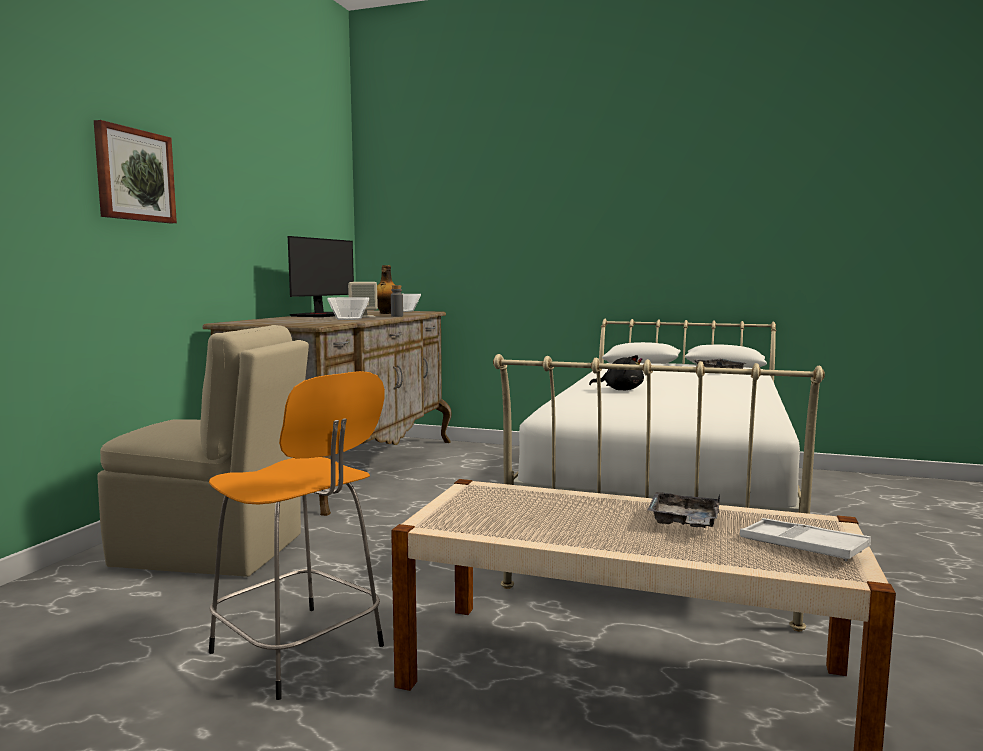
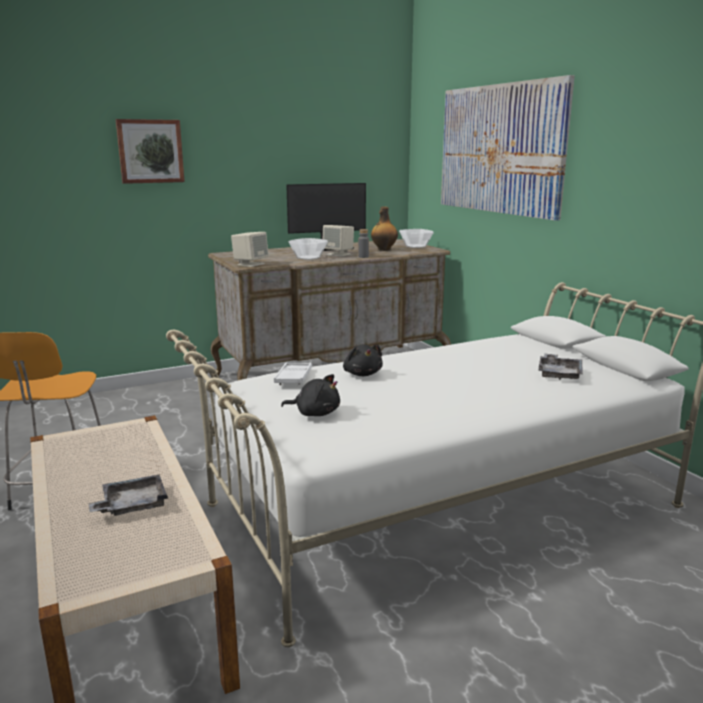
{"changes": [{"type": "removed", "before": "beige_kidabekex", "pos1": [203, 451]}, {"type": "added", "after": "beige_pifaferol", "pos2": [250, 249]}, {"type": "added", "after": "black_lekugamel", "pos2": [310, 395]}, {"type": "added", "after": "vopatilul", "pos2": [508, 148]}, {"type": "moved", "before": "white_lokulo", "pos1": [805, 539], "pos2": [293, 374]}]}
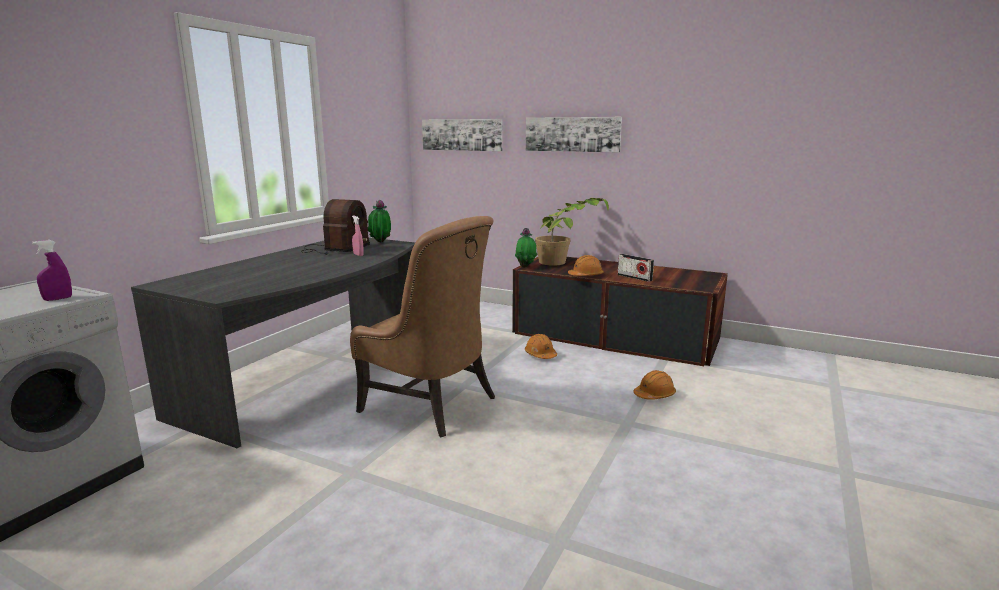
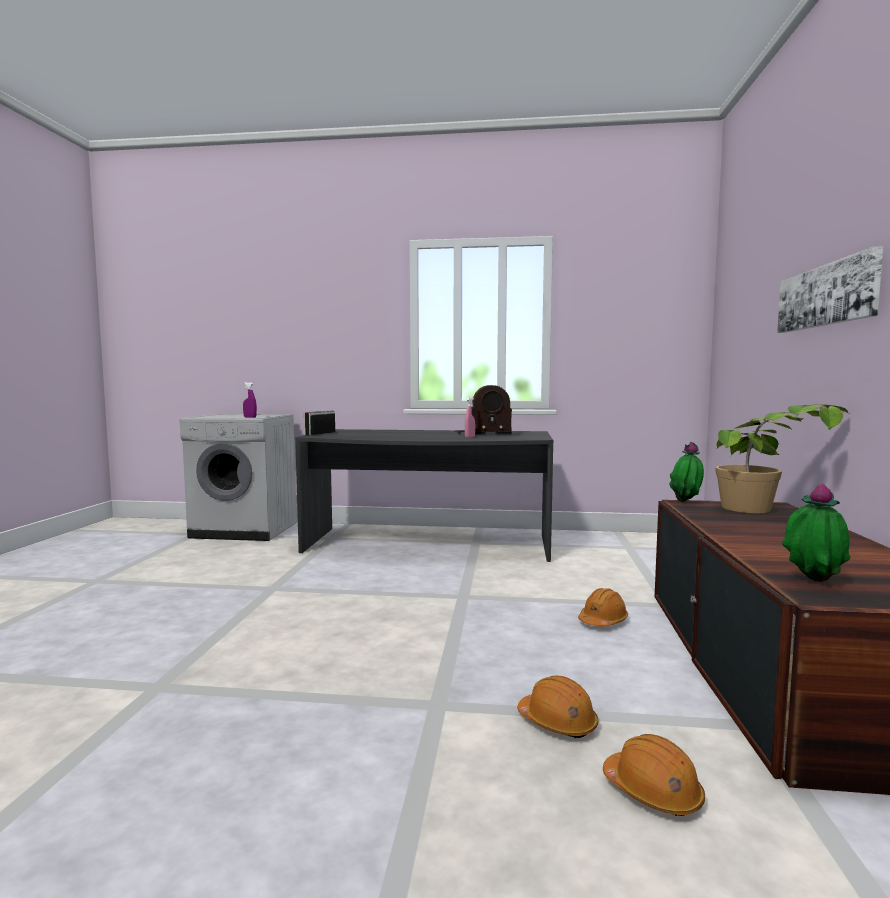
{"changes": [{"type": "removed", "before": "brown_kidabekex", "pos1": [422, 327]}, {"type": "removed", "before": "vopatilul", "pos1": [462, 135]}, {"type": "moved", "before": "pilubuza", "pos1": [379, 221], "pos2": [816, 532]}, {"type": "moved", "before": "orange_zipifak", "pos1": [586, 265], "pos2": [654, 775]}, {"type": "moved", "before": "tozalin", "pos1": [636, 268], "pos2": [319, 423]}]}
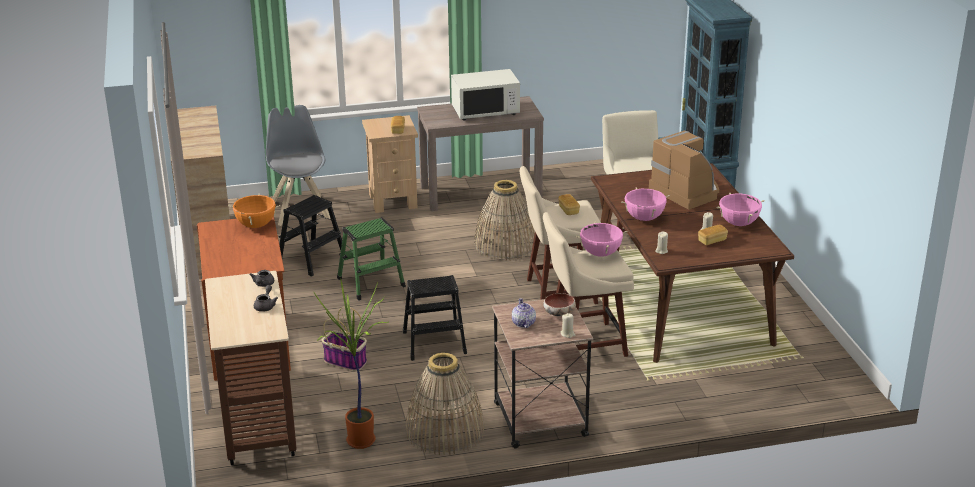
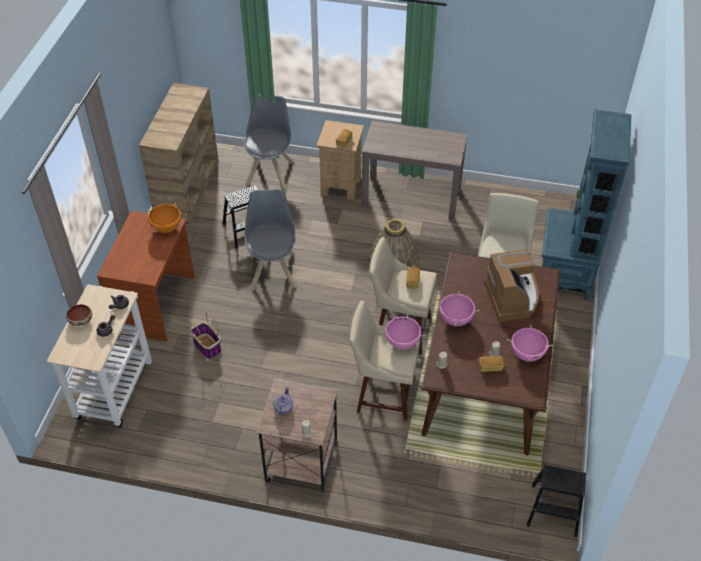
{"changes": [{"type": "removed", "before": "pilubuza", "pos1": [350, 364]}, {"type": "removed", "before": "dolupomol", "pos1": [445, 404]}, {"type": "removed", "before": "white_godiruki", "pos1": [485, 94]}, {"type": "moved", "before": "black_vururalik", "pos1": [435, 318], "pos2": [556, 500]}, {"type": "moved", "before": "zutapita", "pos1": [559, 304], "pos2": [79, 315]}, {"type": "replaced", "before": "green_vururalik", "after": "grey_kidabekex", "pos1": [371, 258], "pos2": [271, 240]}, {"type": "recoloured", "before": "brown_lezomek", "after": "white_lezomek", "pos1": [251, 368], "pos2": [99, 355]}]}
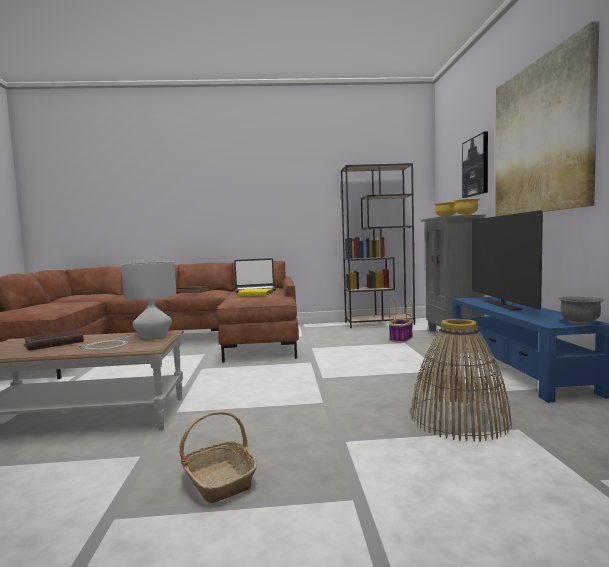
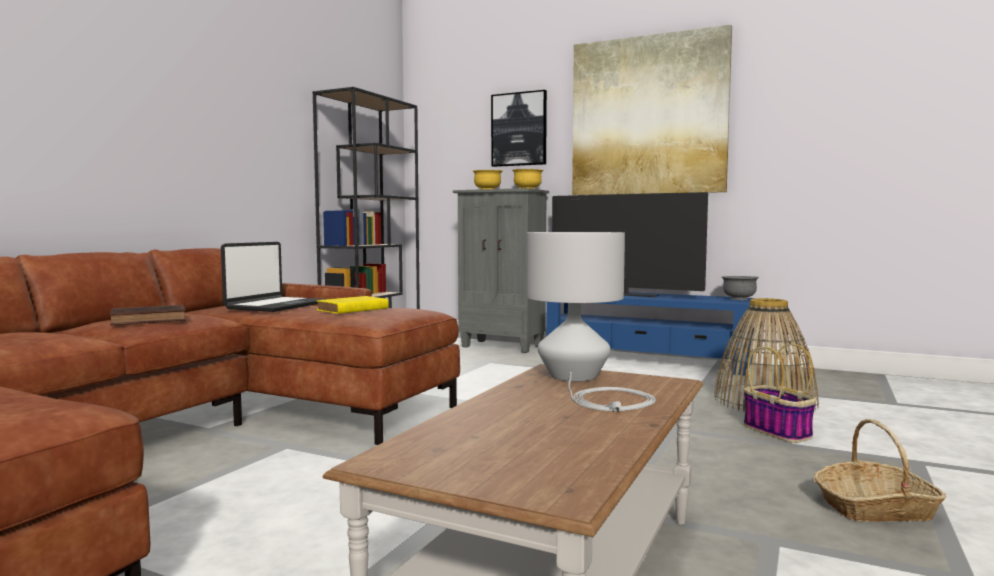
{"changes": [{"type": "removed", "before": "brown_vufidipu", "pos1": [54, 340]}, {"type": "moved", "before": "dolupomol", "pos1": [401, 320], "pos2": [780, 393]}]}
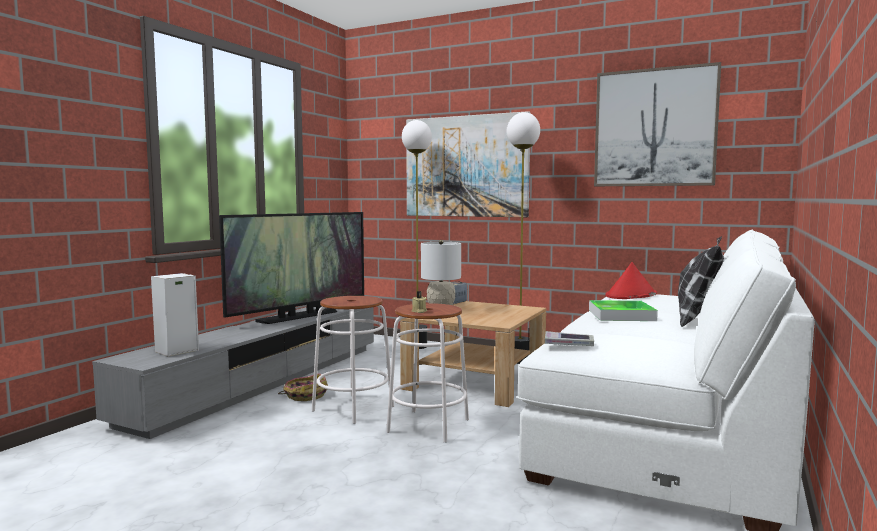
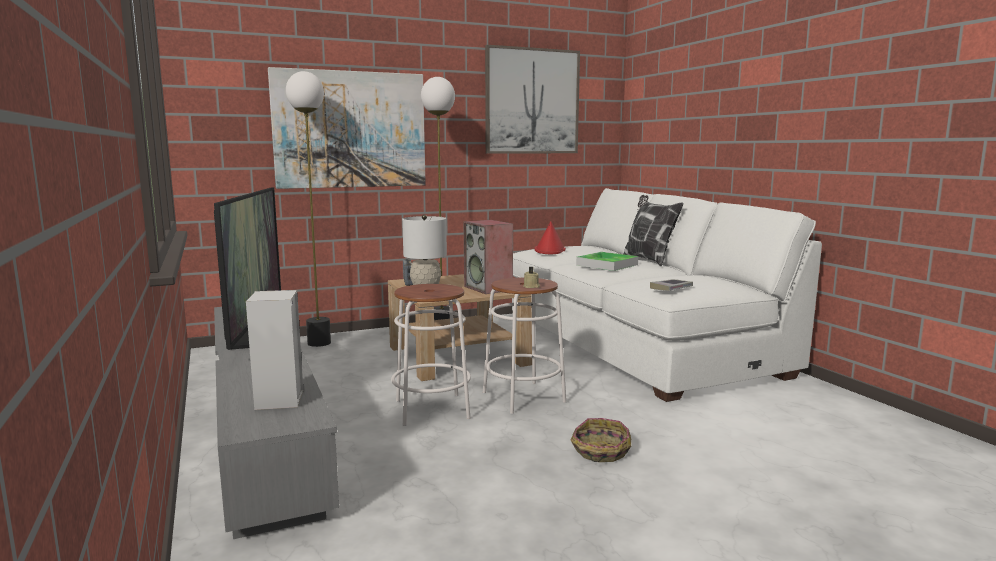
{"changes": [{"type": "added", "after": "pifaferol", "pos2": [488, 257]}, {"type": "moved", "before": "dolupomol", "pos1": [303, 387], "pos2": [601, 440]}]}
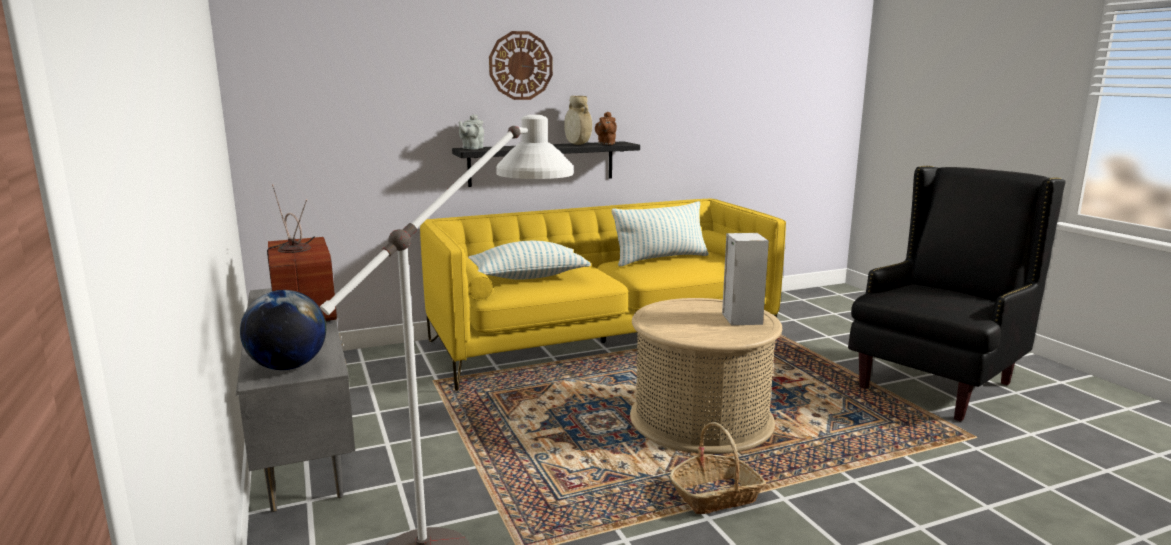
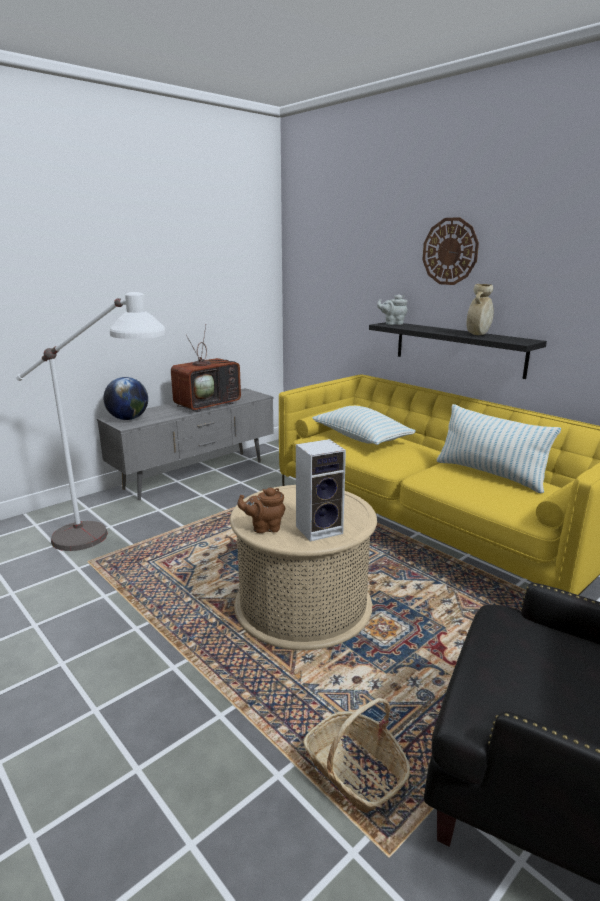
{"changes": [{"type": "moved", "before": "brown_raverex", "pos1": [606, 128], "pos2": [261, 510]}, {"type": "moved", "before": "dolupomol", "pos1": [718, 468], "pos2": [356, 755]}]}
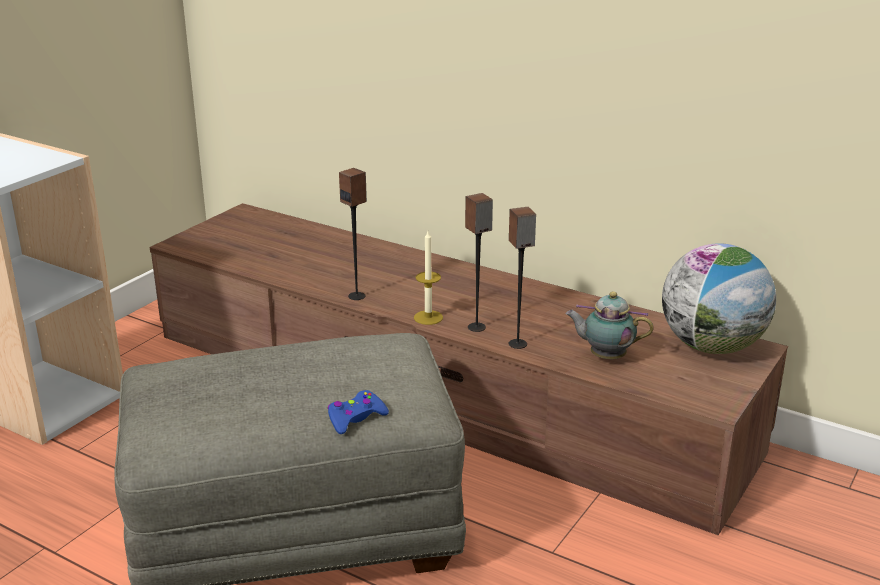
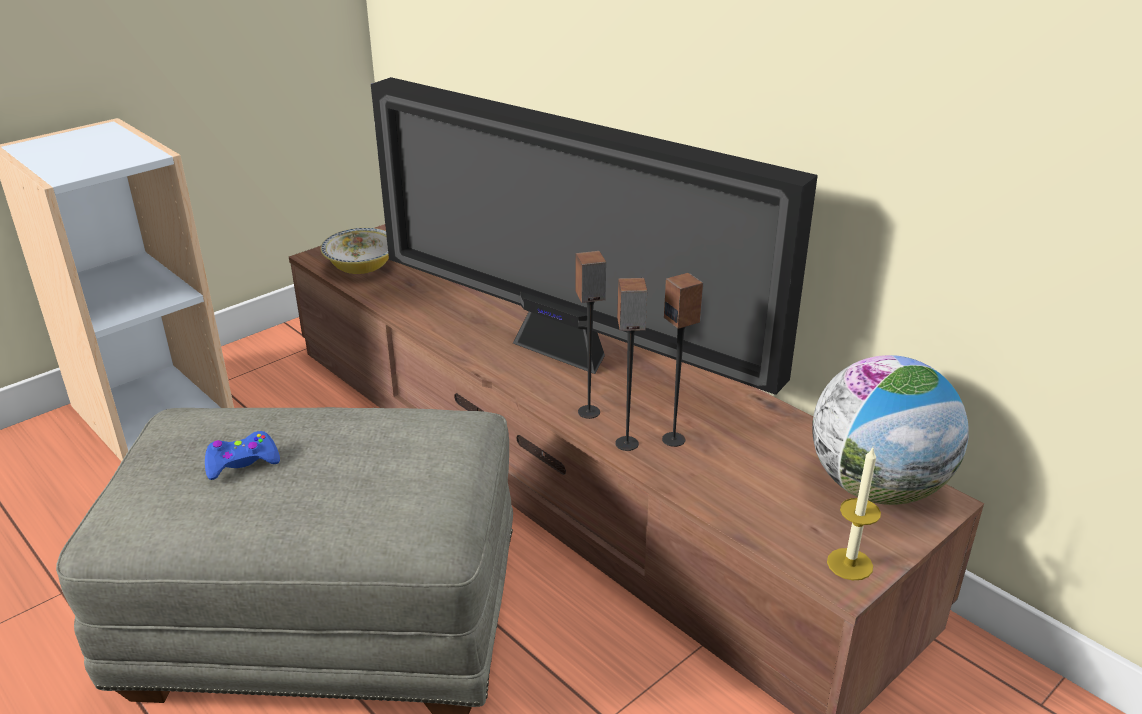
{"changes": [{"type": "removed", "before": "raverex", "pos1": [609, 325]}, {"type": "added", "after": "zutapita", "pos2": [355, 251]}, {"type": "added", "after": "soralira", "pos2": [594, 236]}, {"type": "moved", "before": "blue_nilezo", "pos1": [358, 412], "pos2": [242, 455]}, {"type": "moved", "before": "pifaferol", "pos1": [353, 234], "pos2": [683, 360]}, {"type": "moved", "before": "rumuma", "pos1": [428, 278], "pos2": [854, 514]}]}
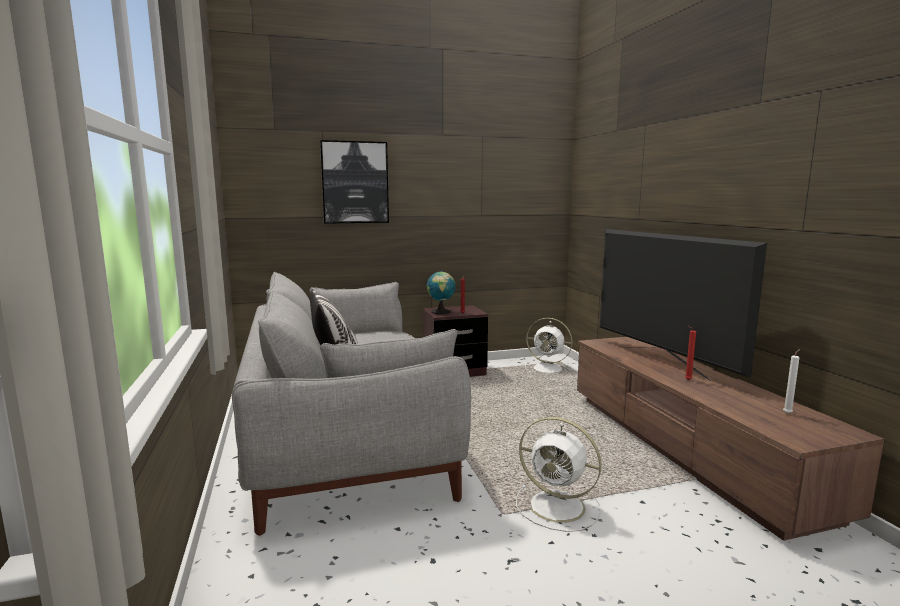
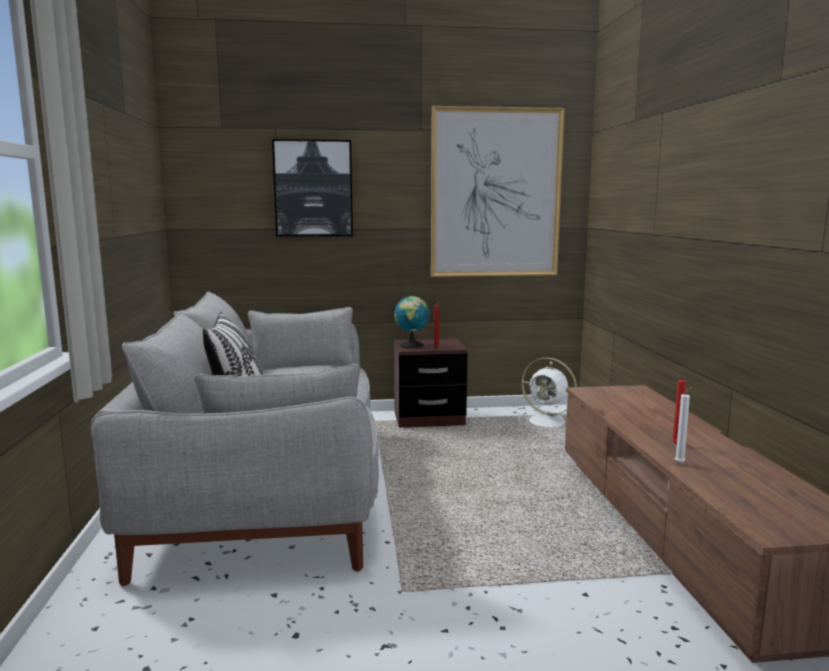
{"changes": [{"type": "removed", "before": "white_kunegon", "pos1": [559, 474]}, {"type": "removed", "before": "soralira", "pos1": [683, 305]}, {"type": "added", "after": "vopatilul", "pos2": [498, 191]}, {"type": "moved", "before": "white_rumuma", "pos1": [791, 381], "pos2": [683, 425]}]}
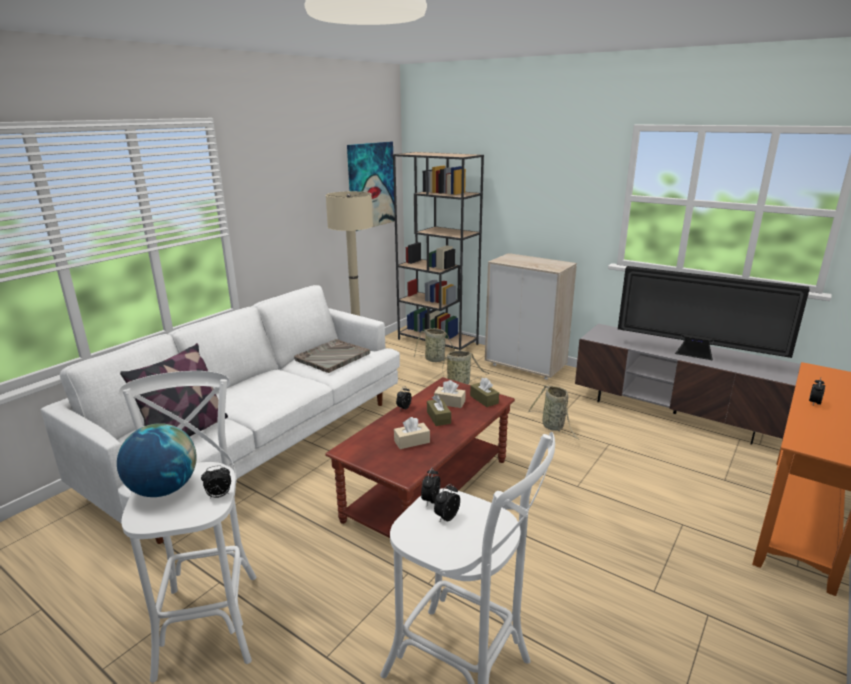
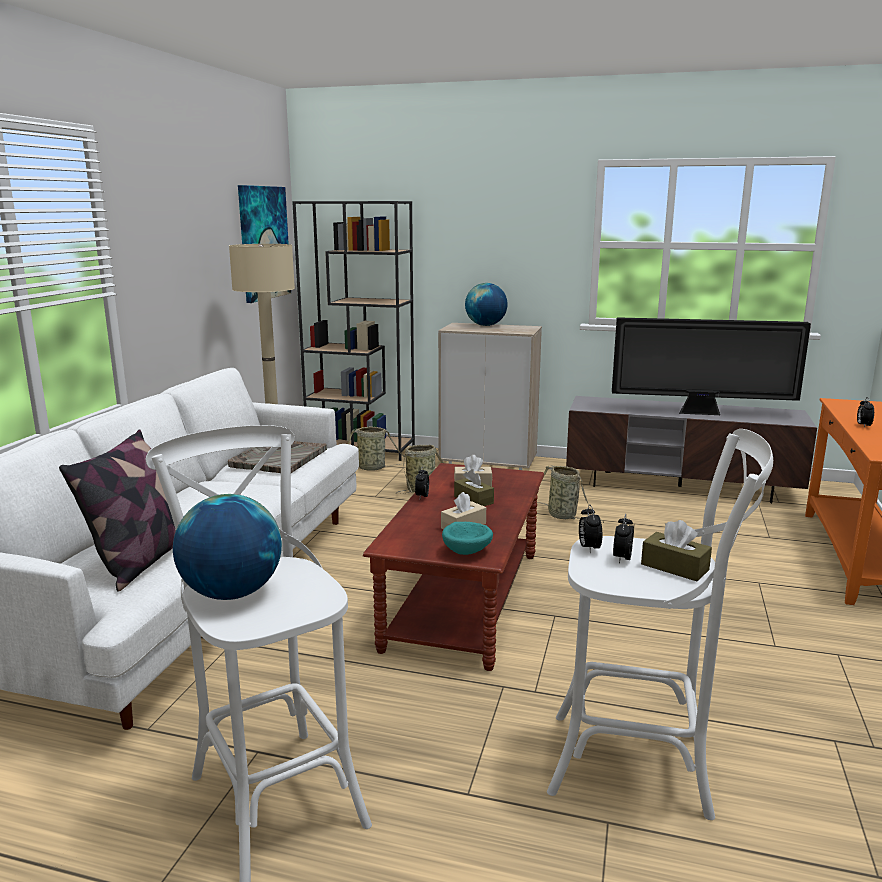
{"changes": [{"type": "removed", "before": "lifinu", "pos1": [216, 481]}, {"type": "added", "after": "turquoise_zutapita", "pos2": [467, 538]}, {"type": "added", "after": "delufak", "pos2": [486, 304]}, {"type": "moved", "before": "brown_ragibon", "pos1": [484, 392], "pos2": [676, 550]}]}
